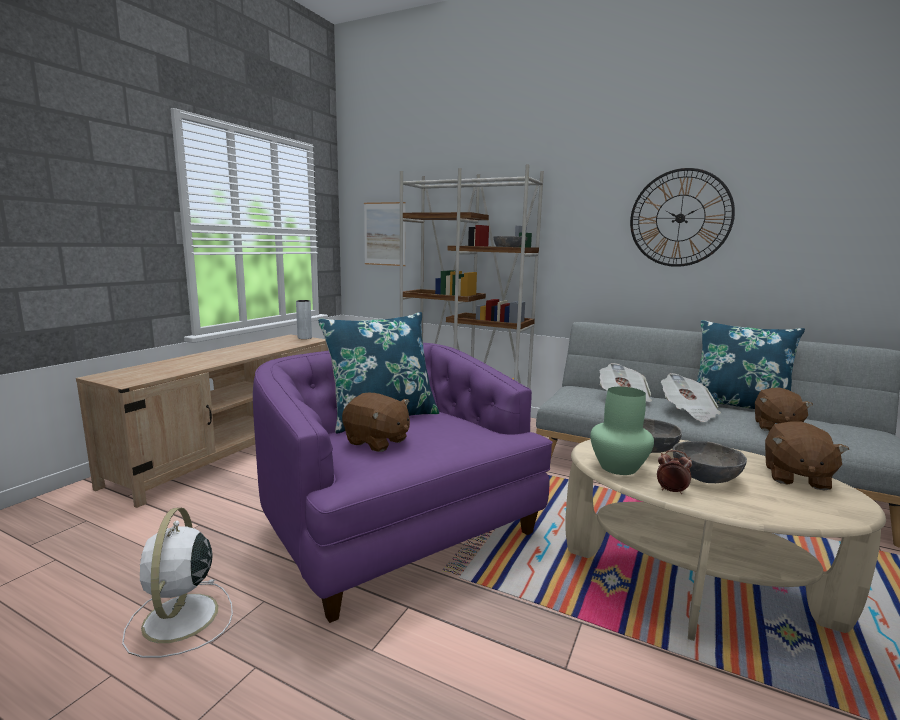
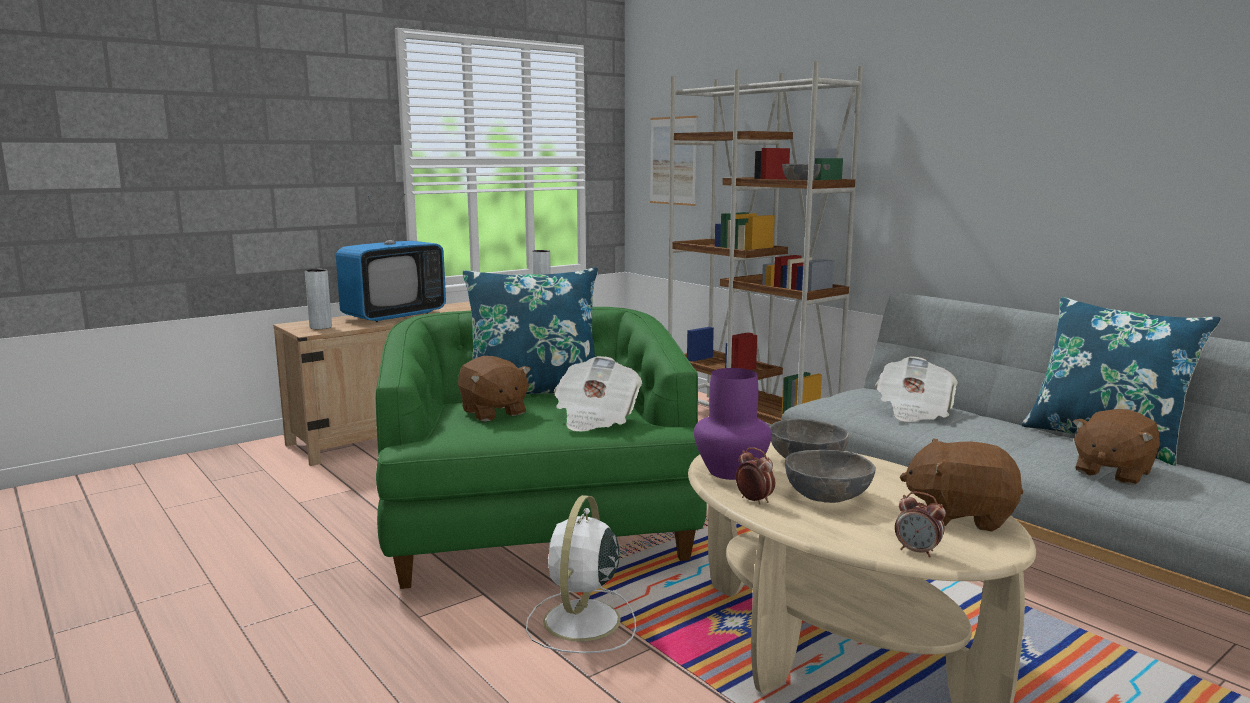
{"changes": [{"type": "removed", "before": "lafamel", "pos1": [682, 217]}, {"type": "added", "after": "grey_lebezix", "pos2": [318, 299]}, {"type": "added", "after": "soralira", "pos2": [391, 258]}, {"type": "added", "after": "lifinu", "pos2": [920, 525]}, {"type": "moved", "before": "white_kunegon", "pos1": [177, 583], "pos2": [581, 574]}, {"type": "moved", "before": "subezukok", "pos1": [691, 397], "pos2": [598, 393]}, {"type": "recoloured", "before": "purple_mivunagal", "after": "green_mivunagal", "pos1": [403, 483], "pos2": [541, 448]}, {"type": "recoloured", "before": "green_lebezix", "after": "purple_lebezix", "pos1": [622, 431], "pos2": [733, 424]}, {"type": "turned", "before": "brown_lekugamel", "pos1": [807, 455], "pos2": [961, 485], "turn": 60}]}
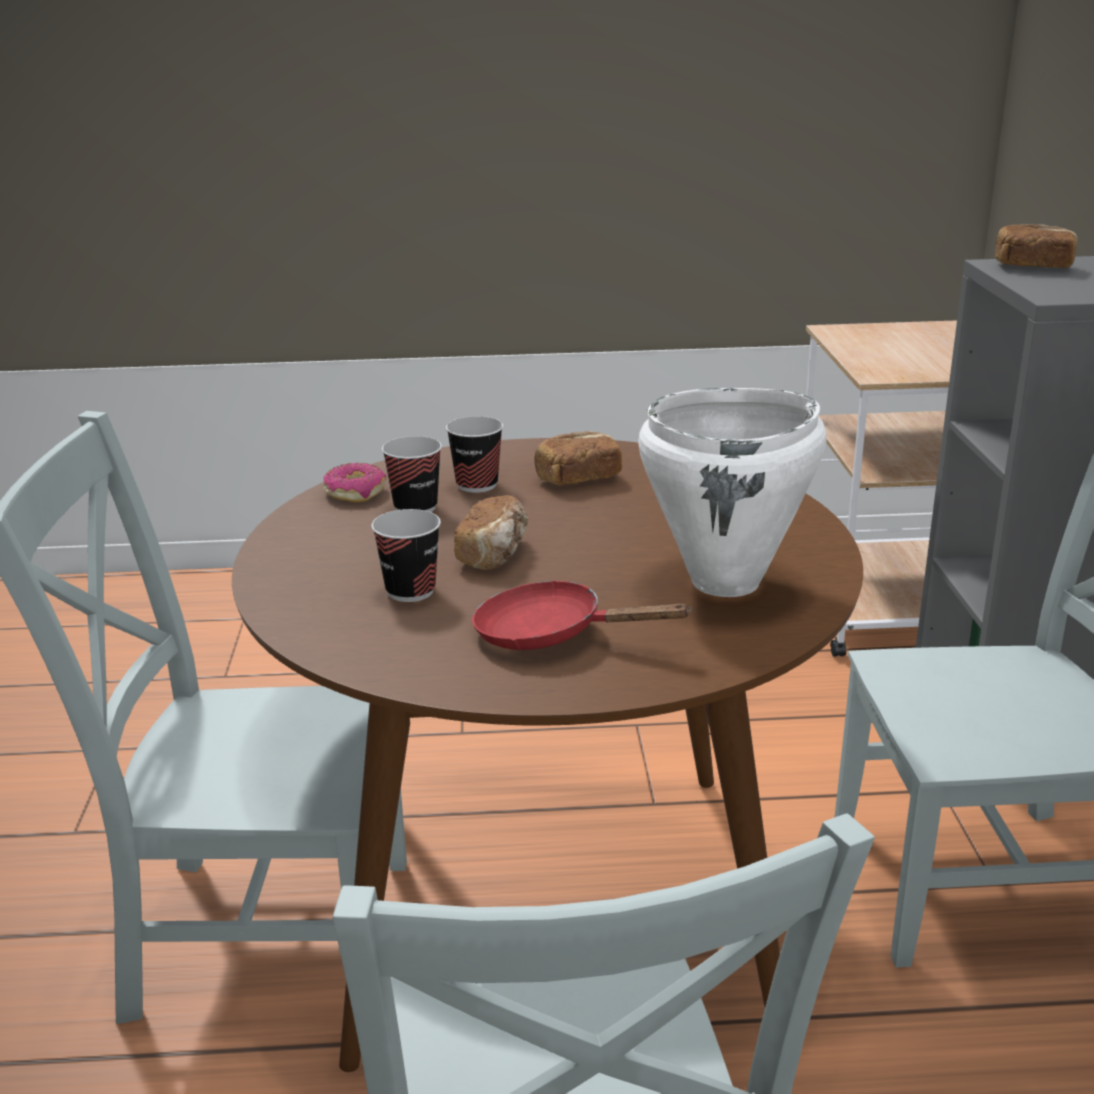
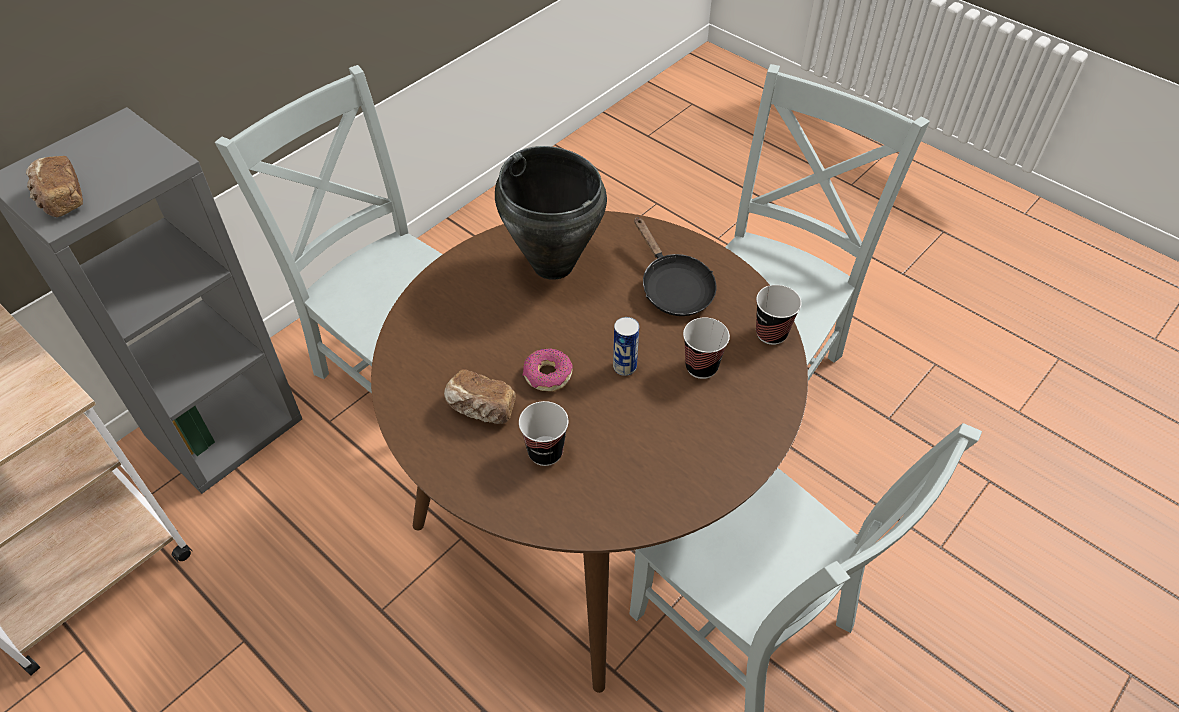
{"changes": [{"type": "moved", "before": "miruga", "pos1": [354, 483], "pos2": [548, 369]}, {"type": "moved", "before": "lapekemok", "pos1": [412, 474], "pos2": [779, 315]}, {"type": "replaced", "before": "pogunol", "after": "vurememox", "pos1": [491, 532], "pos2": [626, 346]}, {"type": "recoloured", "before": "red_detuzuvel", "after": "black_detuzuvel", "pos1": [582, 615], "pos2": [676, 266]}, {"type": "recoloured", "before": "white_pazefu", "after": "black_pazefu", "pos1": [732, 492], "pos2": [551, 213]}]}
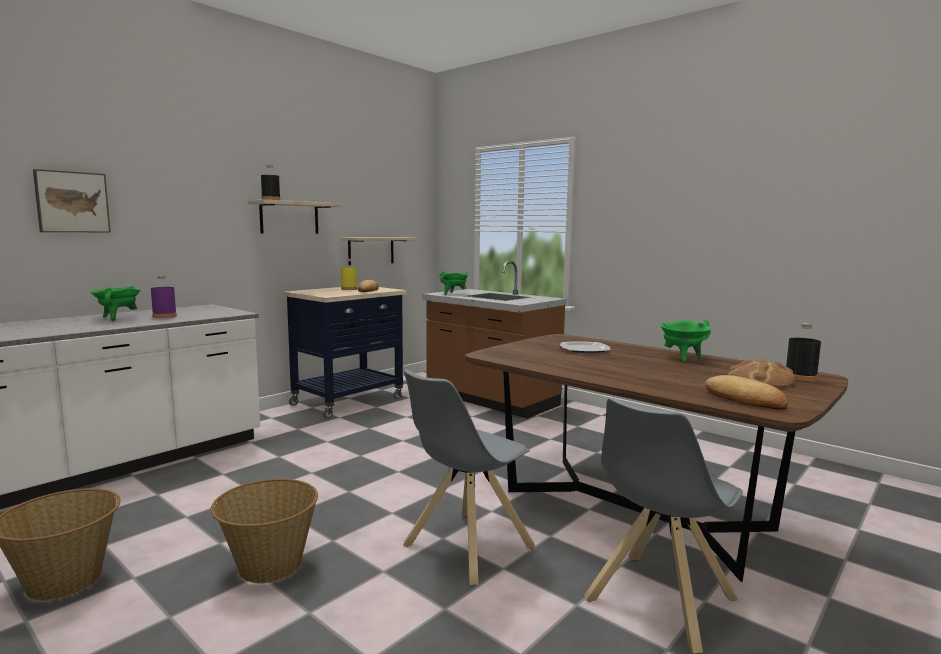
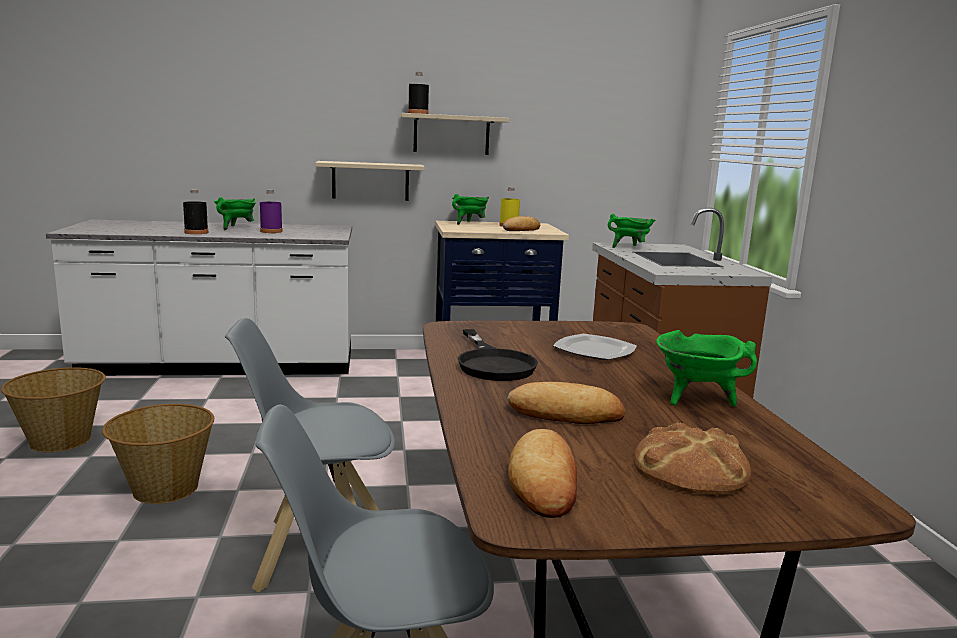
{"changes": [{"type": "removed", "before": "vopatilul", "pos1": [72, 200]}, {"type": "added", "after": "green_pazefu", "pos2": [470, 209]}, {"type": "added", "after": "black_detuzuvel", "pos2": [498, 355]}, {"type": "added", "after": "pogunol", "pos2": [566, 403]}, {"type": "moved", "before": "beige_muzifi", "pos1": [378, 251], "pos2": [370, 181]}, {"type": "moved", "before": "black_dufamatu", "pos1": [803, 352], "pos2": [195, 211]}]}
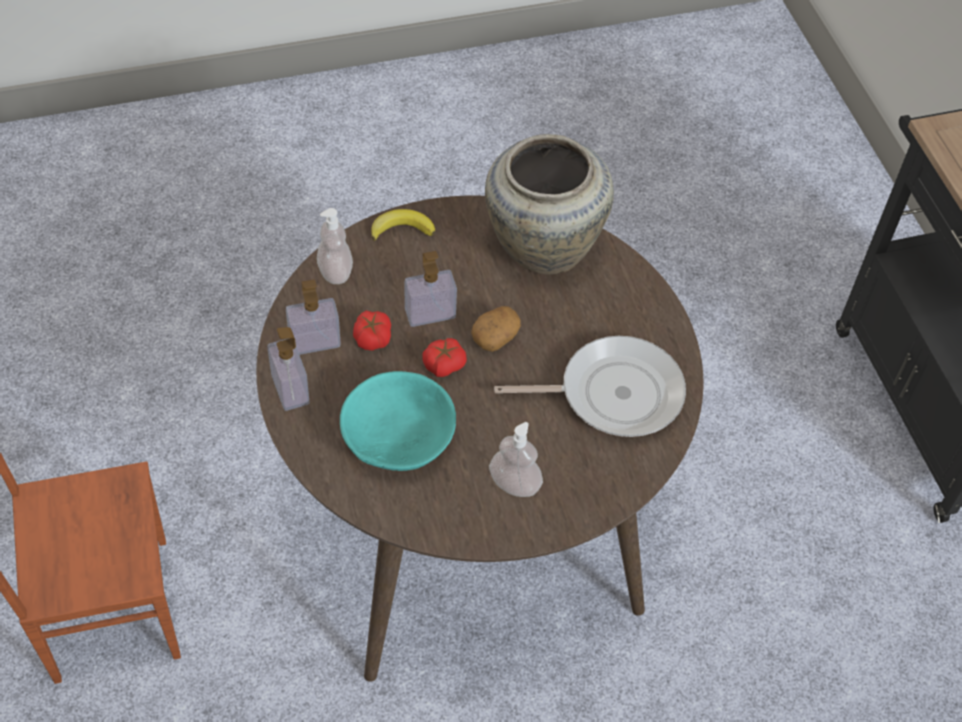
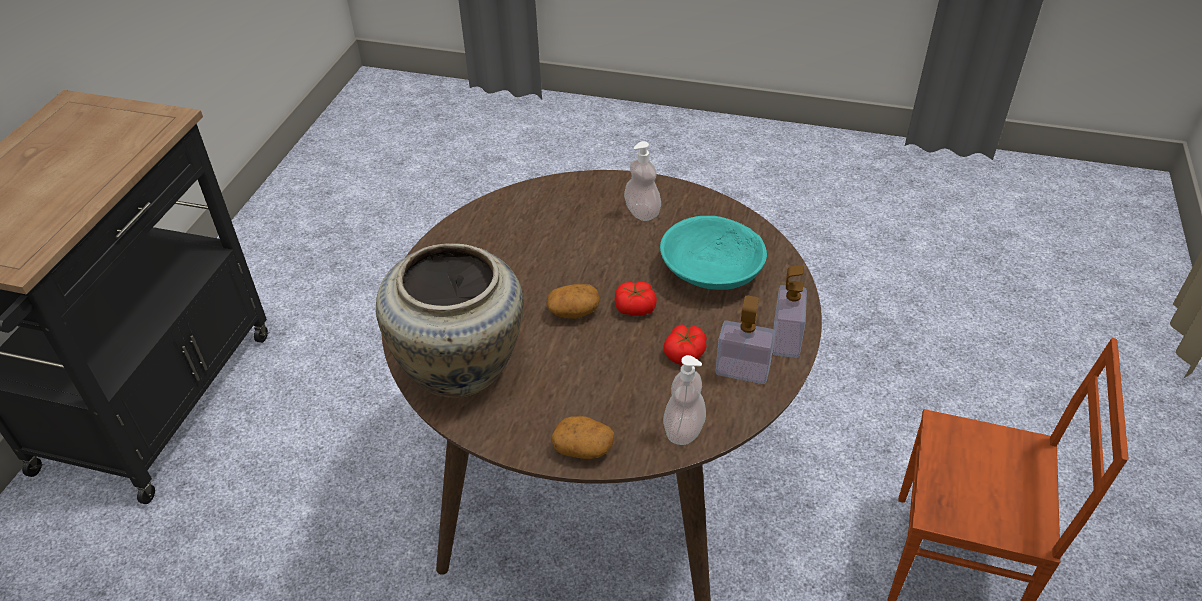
{"changes": [{"type": "removed", "before": "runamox", "pos1": [431, 289]}, {"type": "removed", "before": "detuzuvel", "pos1": [590, 386]}, {"type": "replaced", "before": "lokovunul", "after": "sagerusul", "pos1": [403, 225], "pos2": [582, 437]}]}
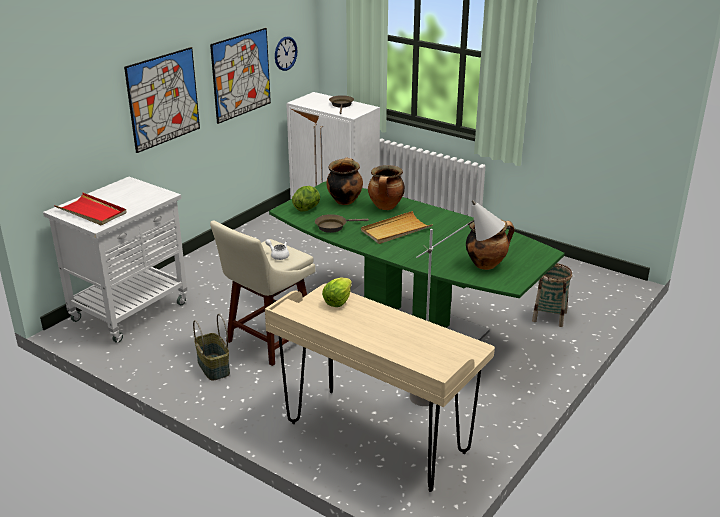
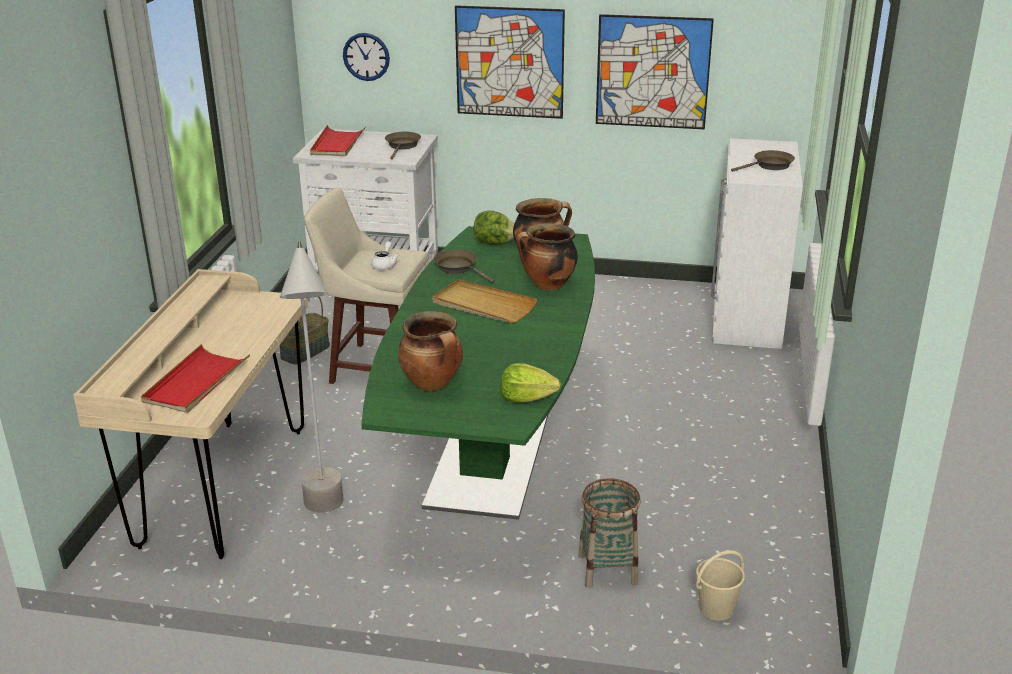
{"changes": [{"type": "added", "after": "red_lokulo", "pos2": [195, 378]}, {"type": "added", "after": "brown_detuzuvel", "pos2": [403, 146]}, {"type": "added", "after": "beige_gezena", "pos2": [720, 585]}, {"type": "moved", "before": "lafamel", "pos1": [286, 53], "pos2": [366, 57]}, {"type": "moved", "before": "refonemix", "pos1": [337, 292], "pos2": [531, 382]}]}
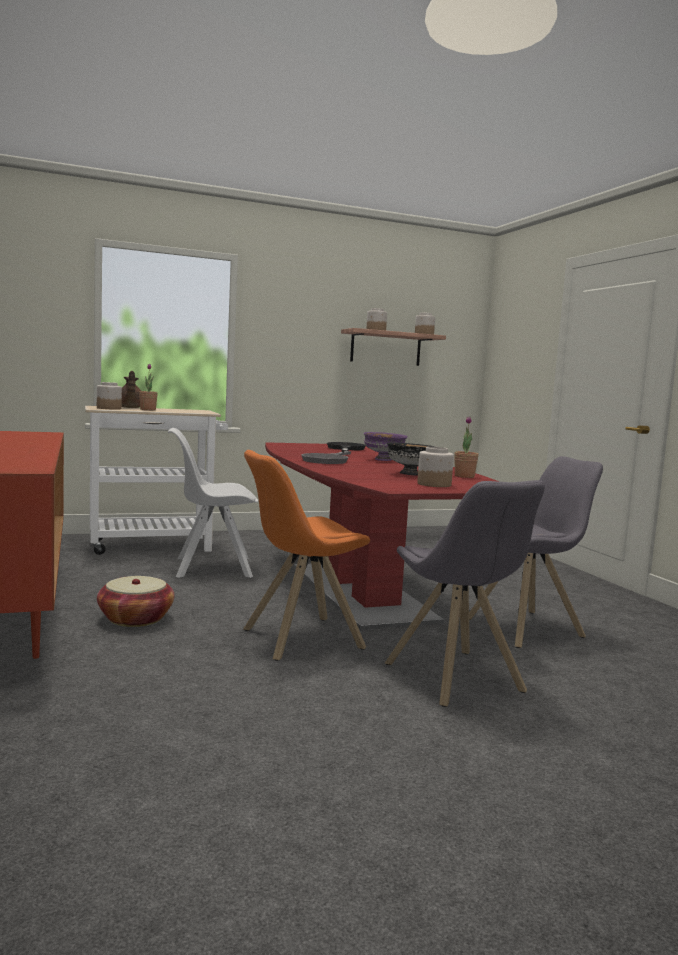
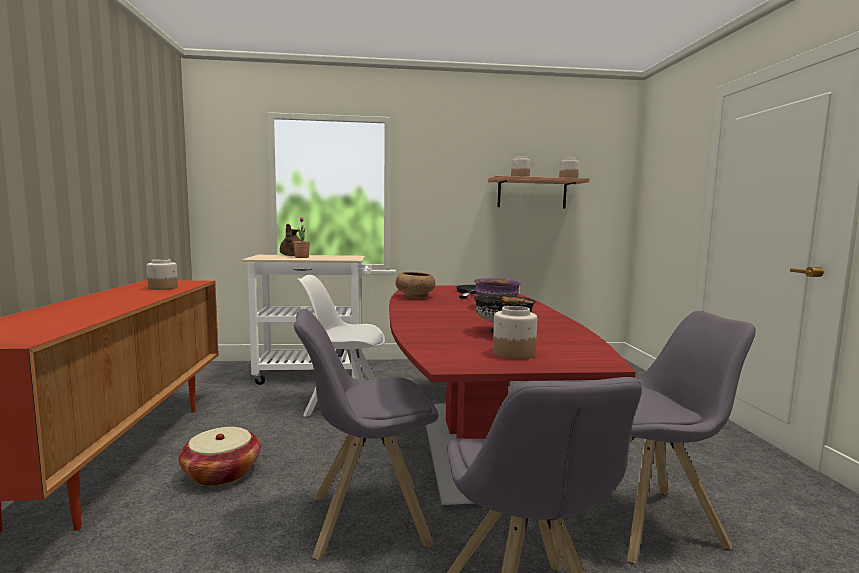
{"changes": [{"type": "removed", "before": "grey_detuzuvel", "pos1": [326, 457]}, {"type": "removed", "before": "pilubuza", "pos1": [466, 447]}, {"type": "added", "after": "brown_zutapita", "pos2": [415, 285]}, {"type": "moved", "before": "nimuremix", "pos1": [109, 395], "pos2": [162, 274]}, {"type": "recoloured", "before": "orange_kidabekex", "after": "grey_kidabekex", "pos1": [306, 555], "pos2": [366, 434]}]}
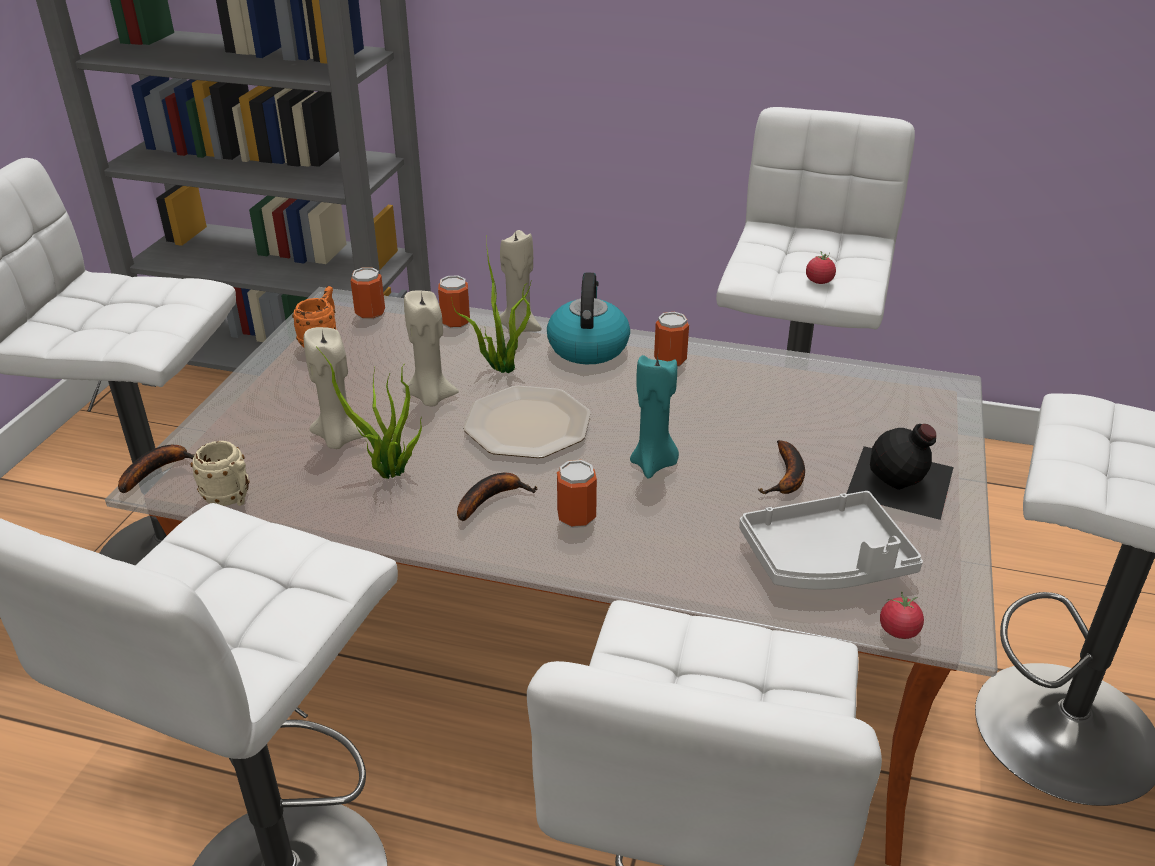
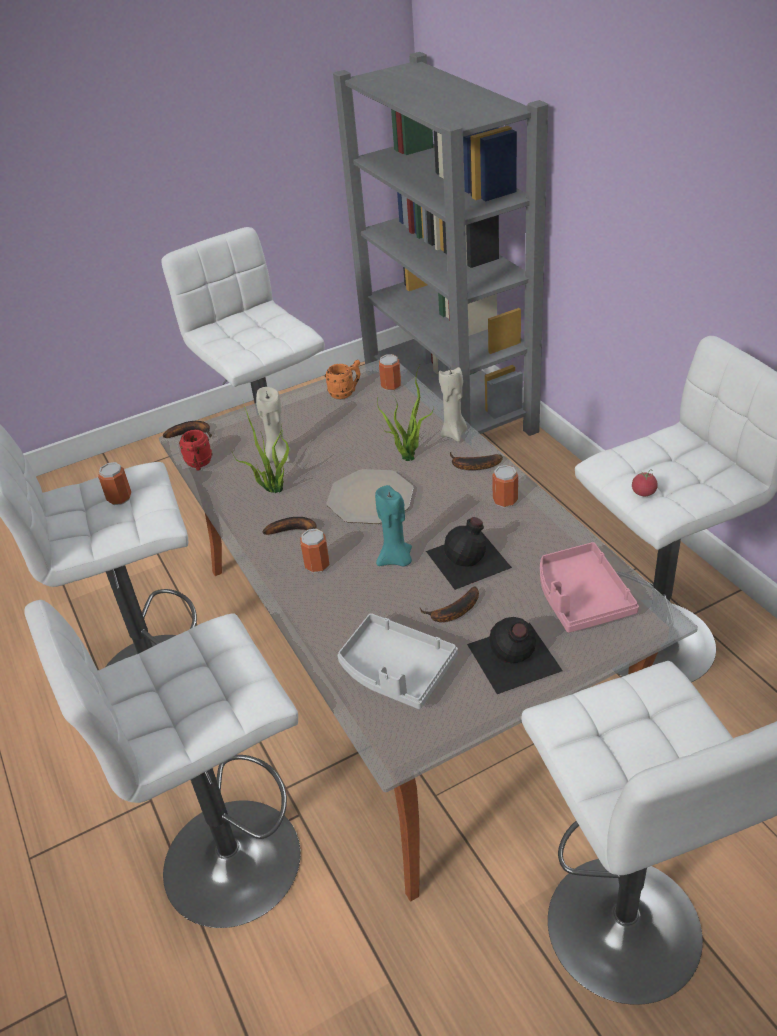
{"changes": [{"type": "removed", "before": "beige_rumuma", "pos1": [431, 348]}, {"type": "removed", "before": "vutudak", "pos1": [902, 615]}, {"type": "added", "after": "black_dufamatu", "pos2": [469, 553]}, {"type": "added", "after": "pink_lokulo", "pos2": [589, 587]}, {"type": "moved", "before": "vurememox", "pos1": [454, 302], "pos2": [114, 483]}, {"type": "replaced", "before": "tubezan", "after": "lokovunul", "pos1": [588, 318], "pos2": [476, 461]}, {"type": "recoloured", "before": "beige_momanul", "after": "red_momanul", "pos1": [220, 473], "pos2": [196, 450]}]}
